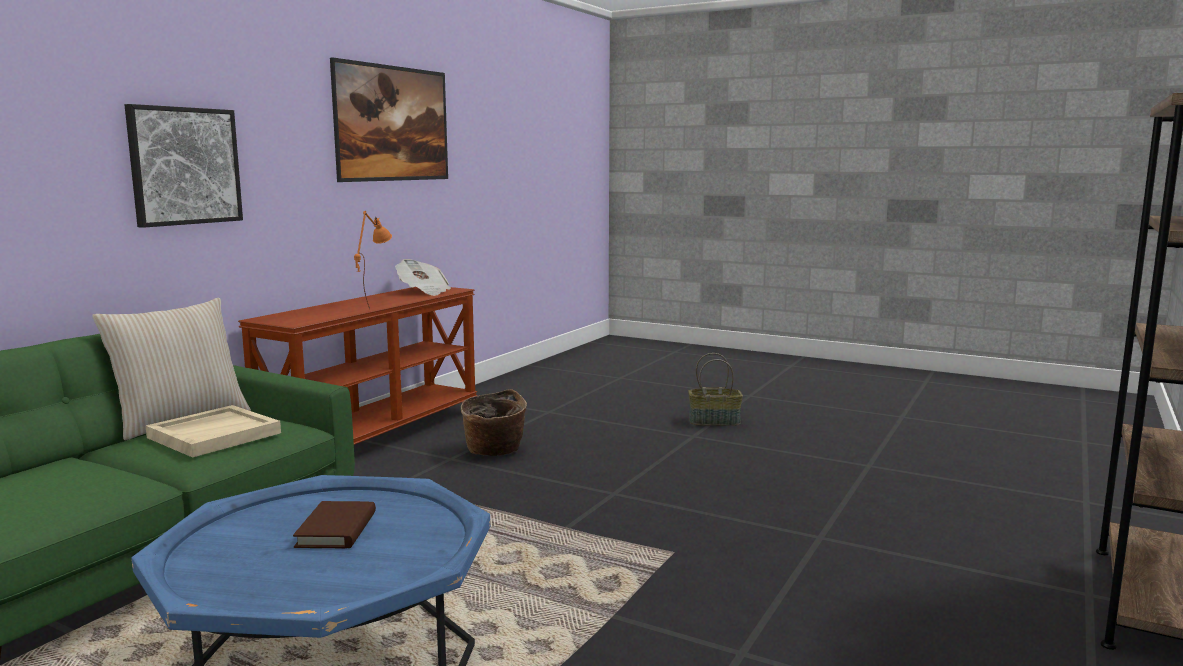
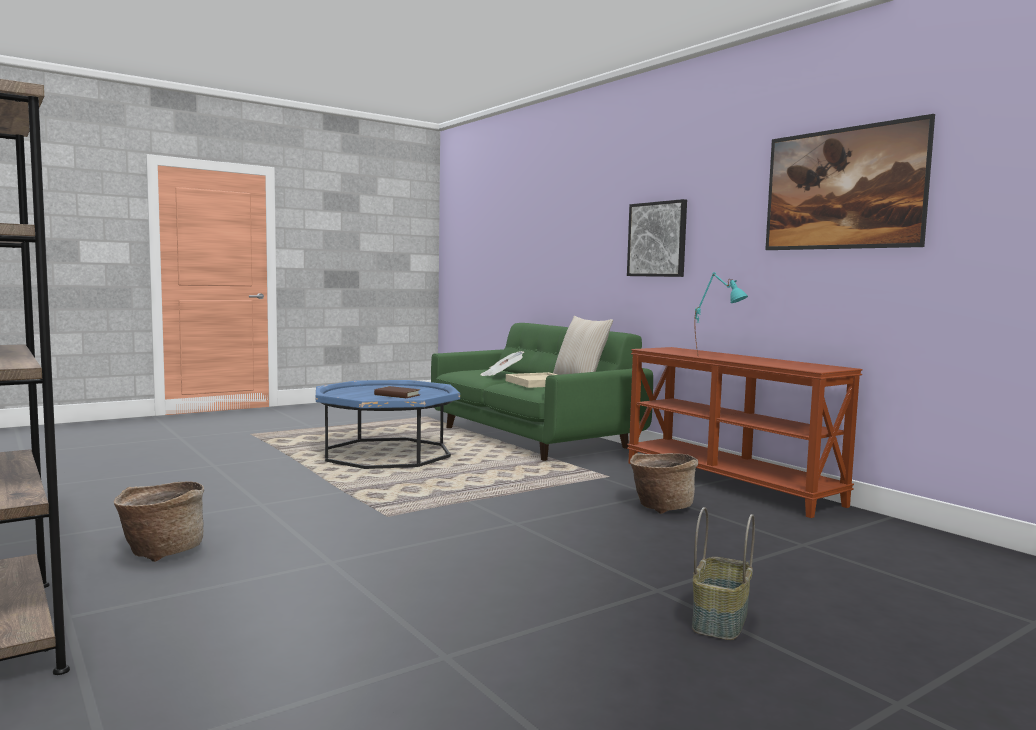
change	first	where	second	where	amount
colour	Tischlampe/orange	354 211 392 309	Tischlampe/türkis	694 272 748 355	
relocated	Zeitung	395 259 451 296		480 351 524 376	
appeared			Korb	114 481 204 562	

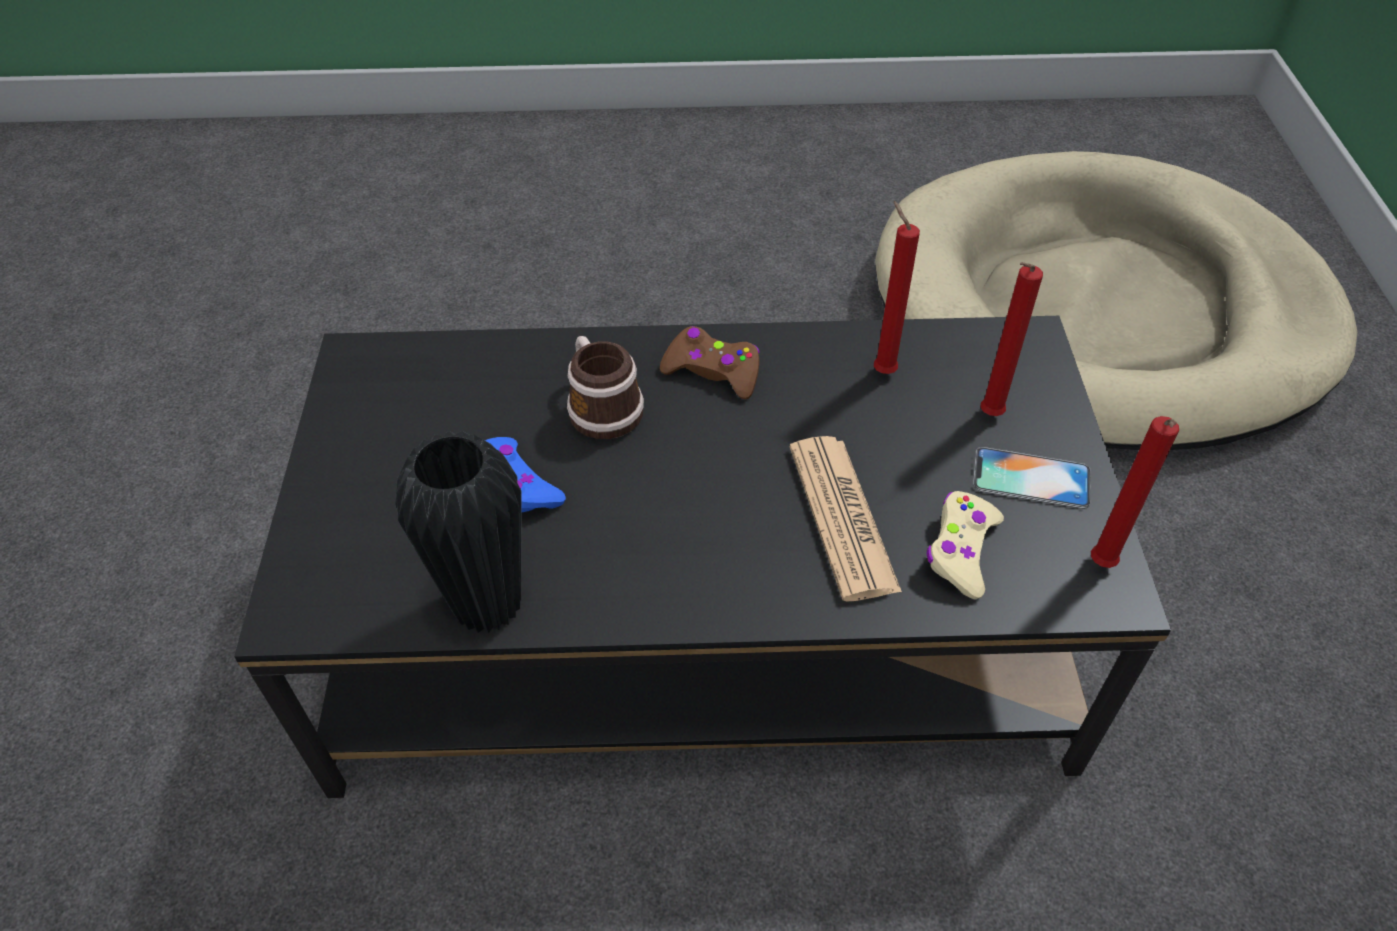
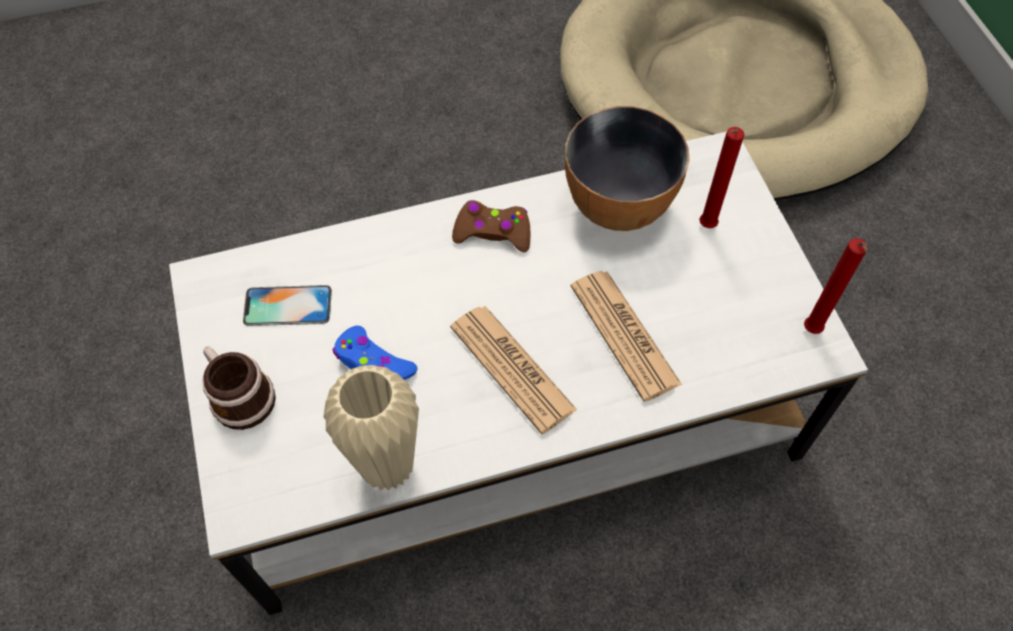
change	first	where	second	where	amount
colour	Couchtisch/schwarz	234 316 1171 798	Couchtisch/weiß	169 131 868 615	
colour	Vase/schwarz	395 431 522 633	Vase/beige	323 365 419 491	
relocated	Henkelbecher	567 336 644 439		202 346 276 430	
exchanged	Kerze/rot	874 201 920 374	Schüssel	565 106 690 231	
missing	Gamepad/beige	927 491 1004 599			
relocated	Handy	973 447 1091 509		243 285 332 326	
appeared			Zeitung	450 306 577 434	

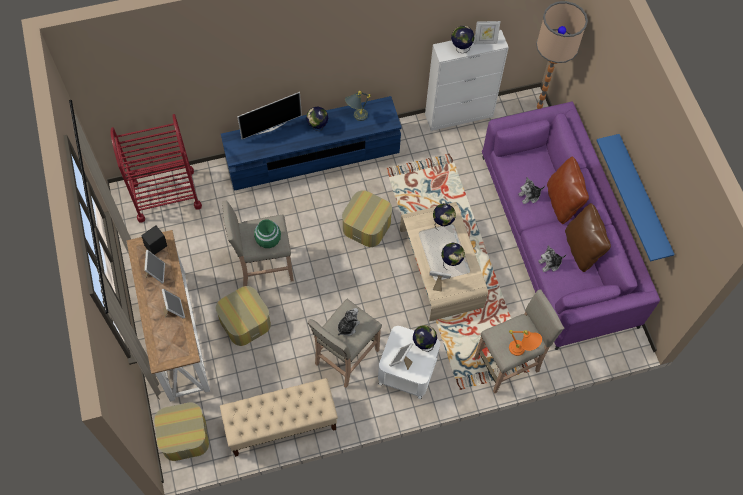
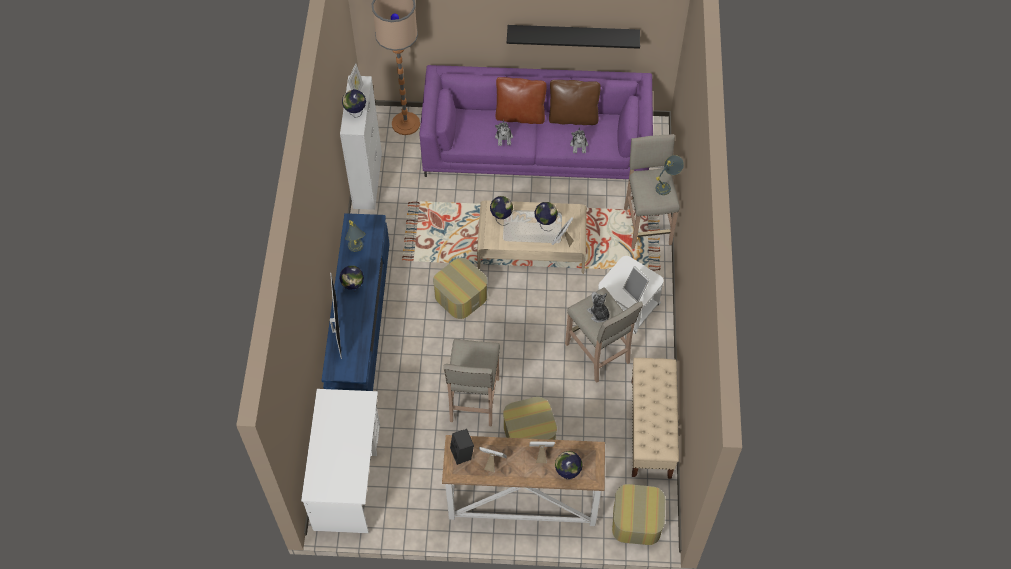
change	first	where	second	where	amount
exchanged	Rollwagen/rot	110 114 202 223	Schreibtisch/weiß	301 389 380 533	
missing	Vase/grün	254 219 281 248			
relocated	Globus	413 325 437 352		555 451 583 480	
colour	Tischlampe/orange	509 330 542 356	Tischlampe/grau	655 155 684 195	
colour	Wandregal/blau	596 134 675 261	Wandregal/schwarz	507 25 640 49	

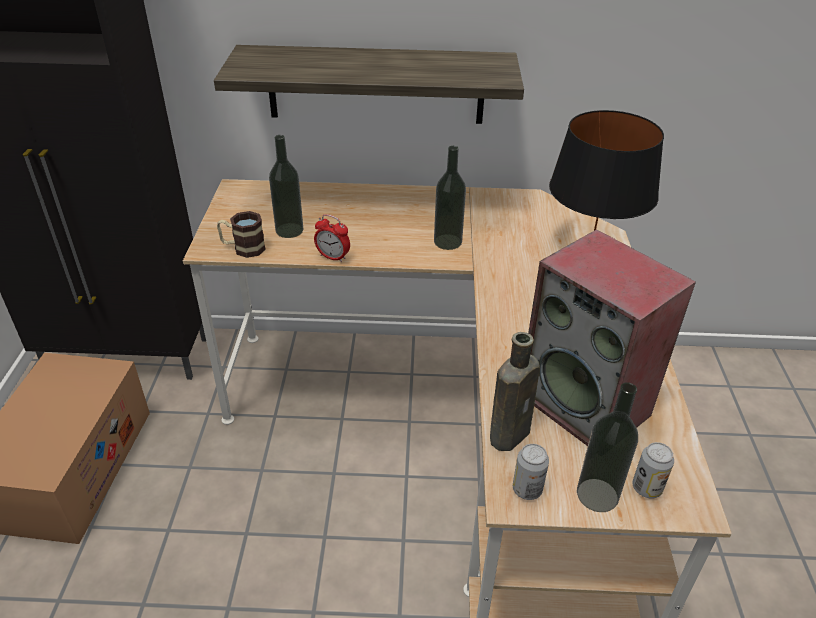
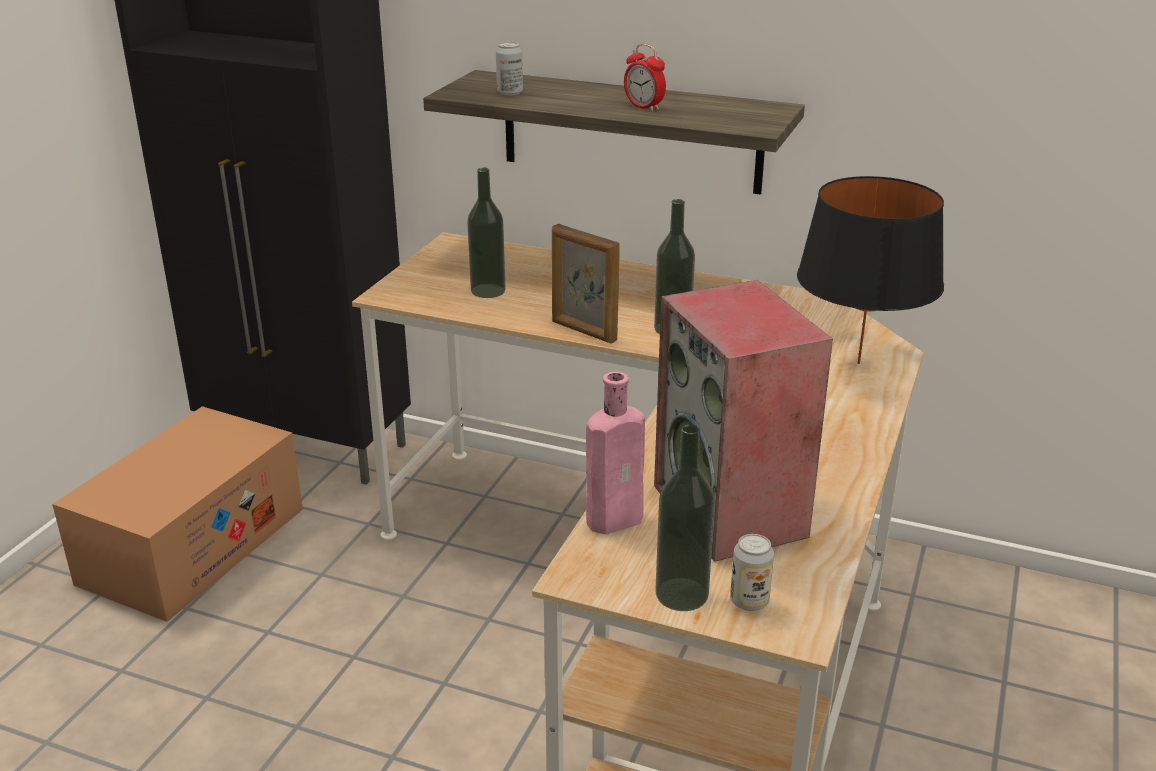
change	first	where	second	where	amount
missing	Henkelbecher	217 211 266 258			
relocated	Wecker	314 214 350 263		624 44 666 111	
colour	Flasche/braun	490 332 540 451	Flasche/rosa	586 372 645 534	
relocated	Dose	513 444 549 500		496 42 523 96	
appeared			Bilderrahmen	552 224 620 343	

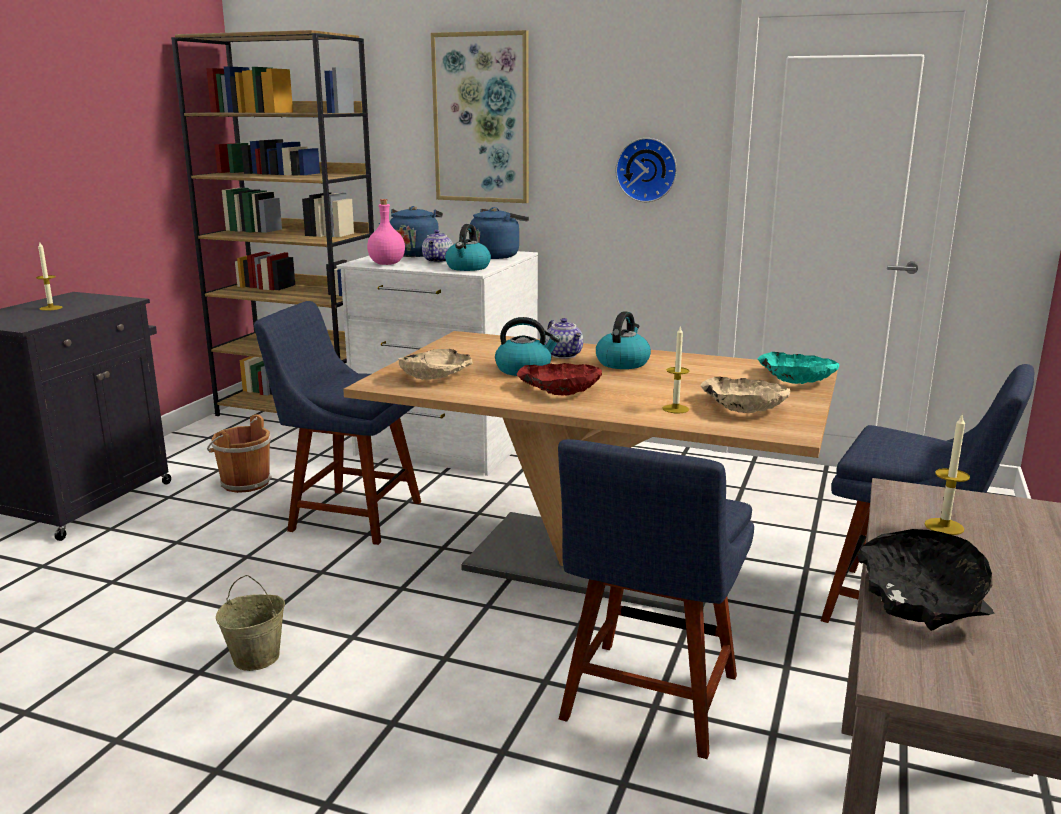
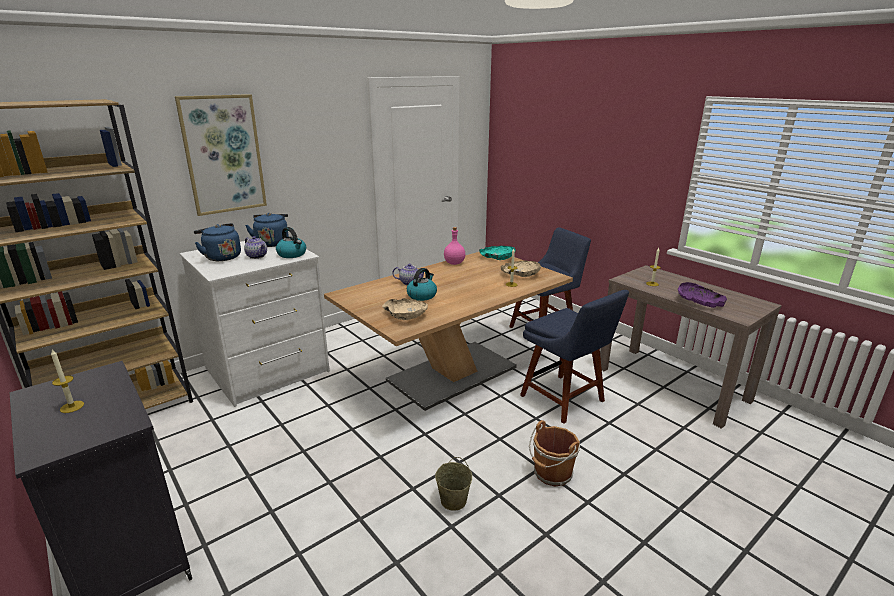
change	first	where	second	where	amount
relocated	Eimer/braun	207 414 272 493		529 420 580 486	
missing	Stuhl/blau	254 301 421 545			
relocated	Flasche/rosa	367 199 405 265		444 227 465 265	
missing	Schüssel/rot	517 363 602 396			
missing	Wasserkessel	596 311 651 369			
missing	Wanduhr	616 138 677 202			
colour	Schüssel/schwarz	858 529 995 631	Schüssel/lila	678 282 727 308	

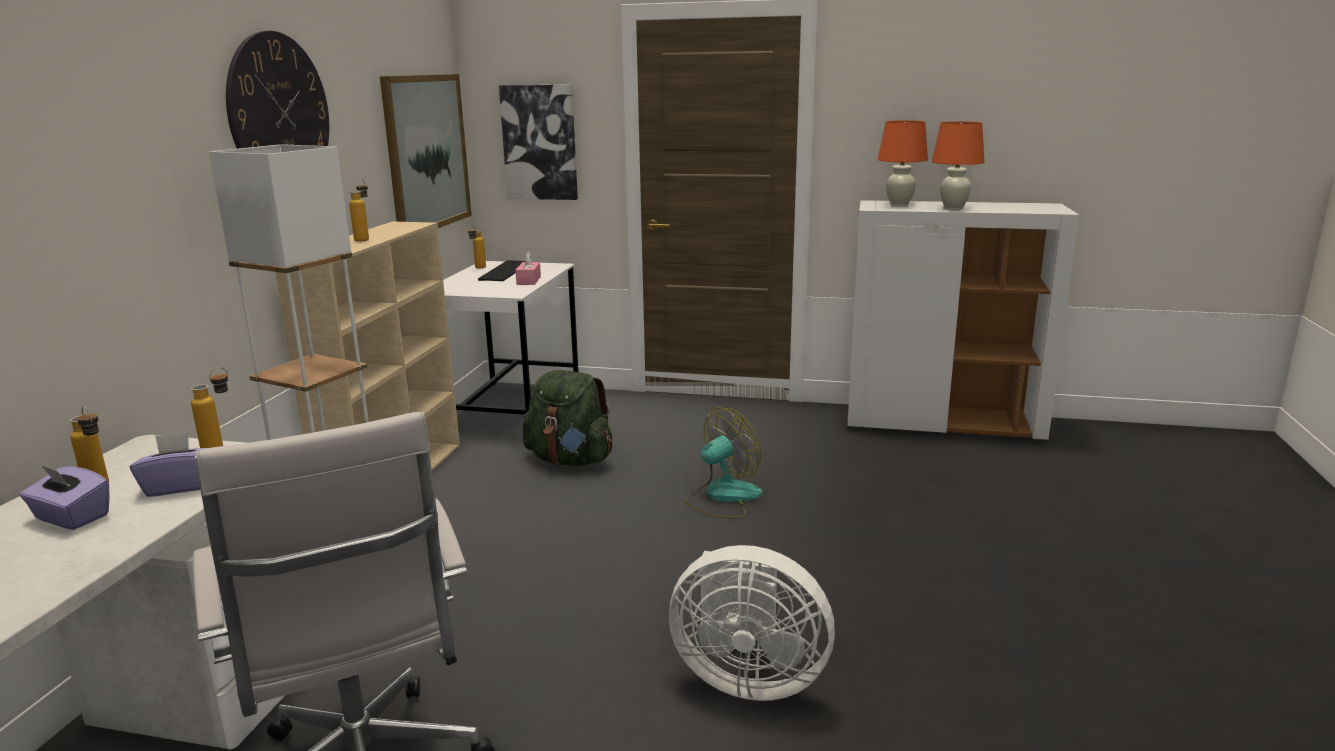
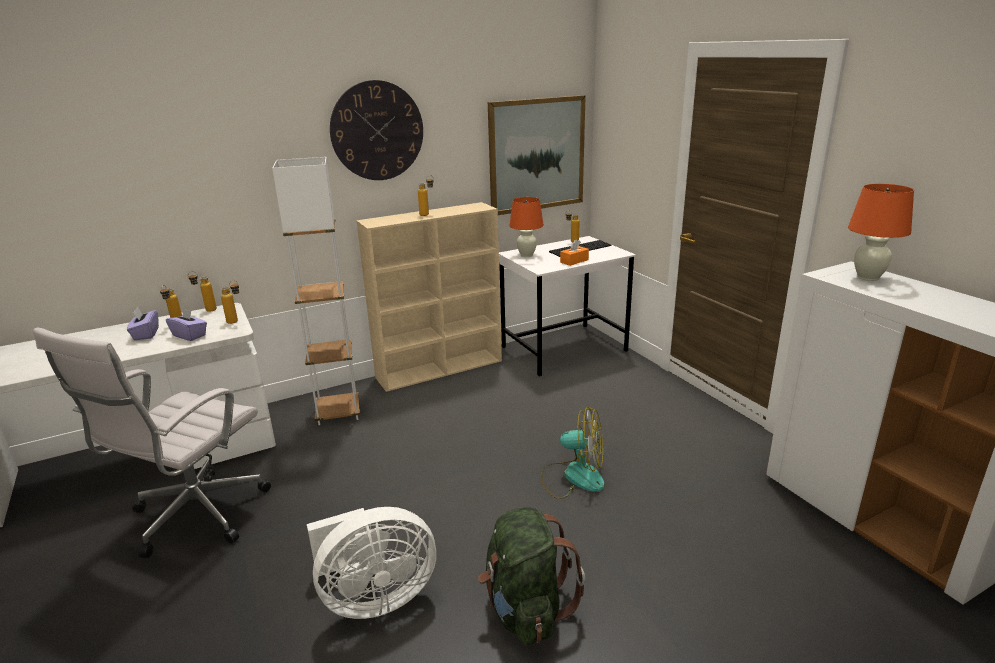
change	first	where	second	where	amount
missing	Bild	499 84 578 200			
colour	Taschentuchbox/rosa	515 251 541 285	Taschentuchbox/orange	560 239 589 266	
relocated	Rucksack/grün	523 370 612 466		478 507 585 645	
spun	Ventilator/weiß	669 545 835 701		307 507 436 619	90 degrees counterclockwise
relocated	Tischlampe/orange	932 121 984 210		509 197 544 257	
appeared			Flasche	188 271 217 312	

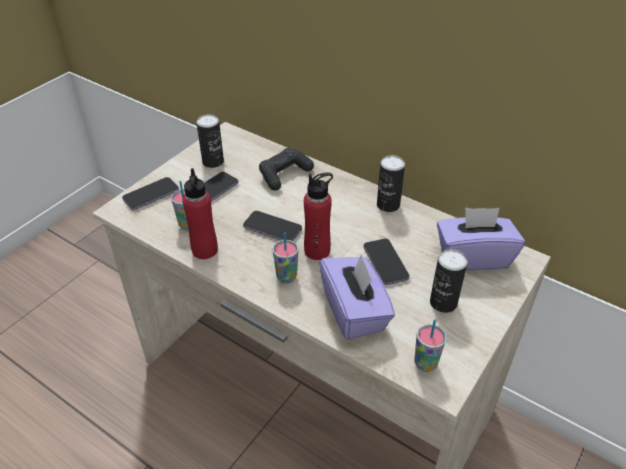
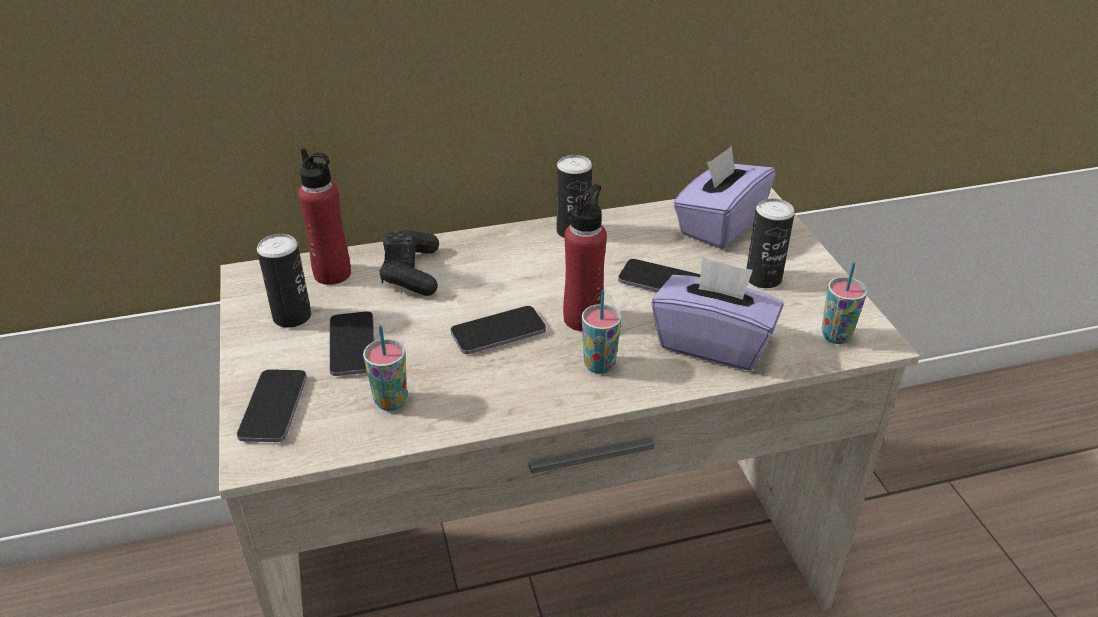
change	first	where	second	where	amount
relocated	Flasche/rot	182 168 218 259		298 148 351 285	

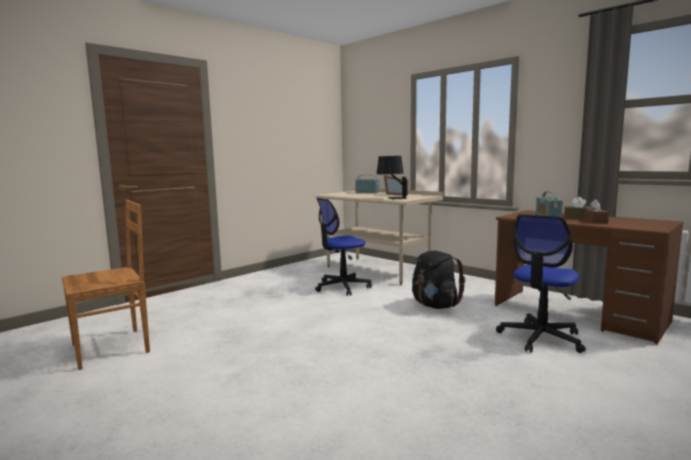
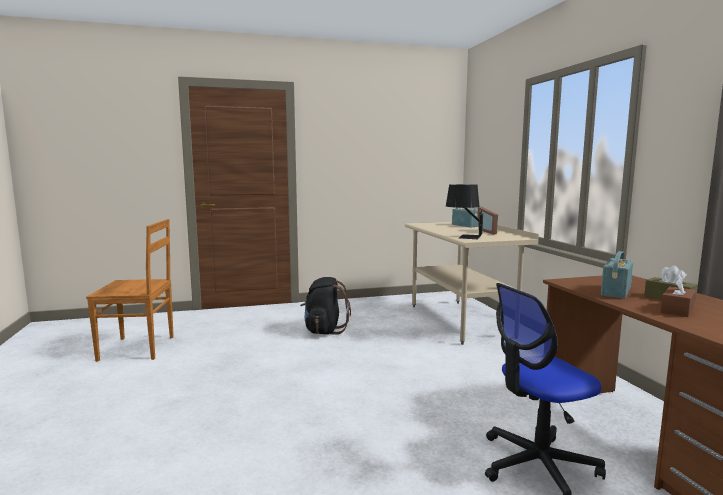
change	first	where	second	where	amount
missing	Bürostuhl	315 198 372 296			
relocated	Rucksack/schwarz	412 251 465 309		300 277 351 335	

